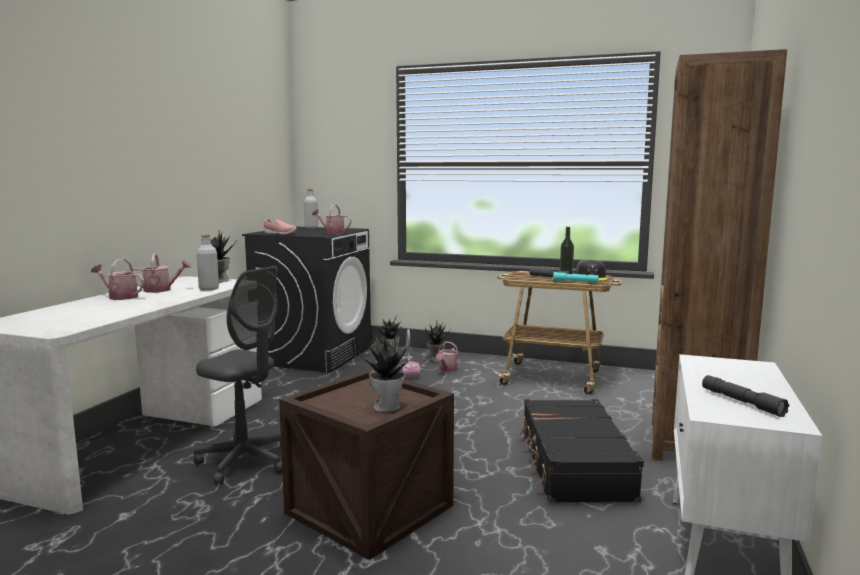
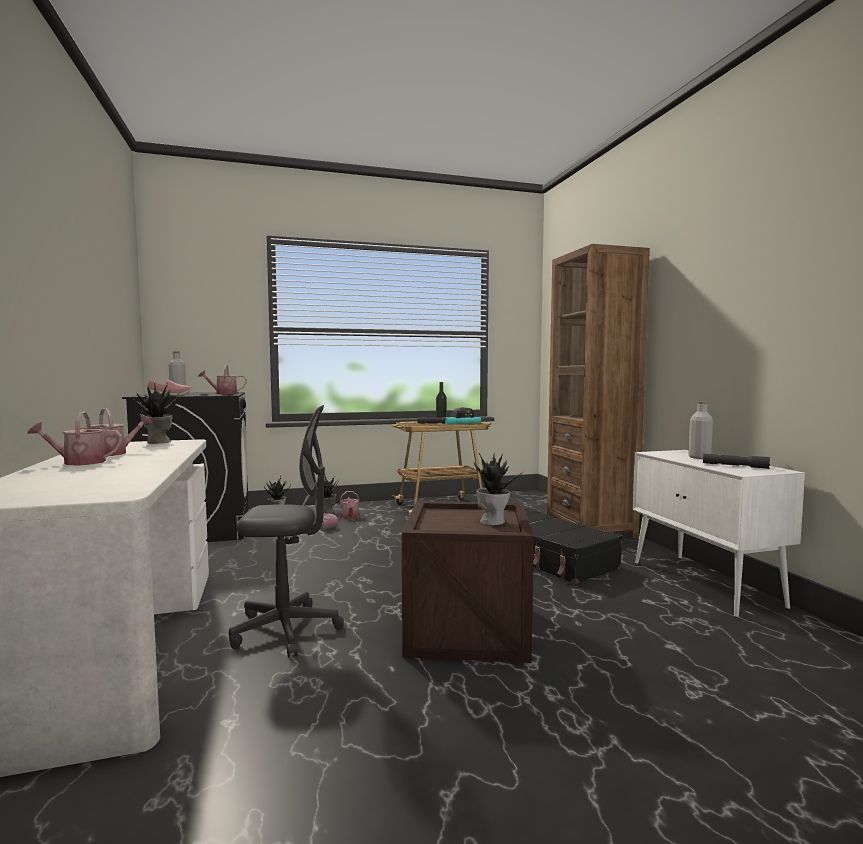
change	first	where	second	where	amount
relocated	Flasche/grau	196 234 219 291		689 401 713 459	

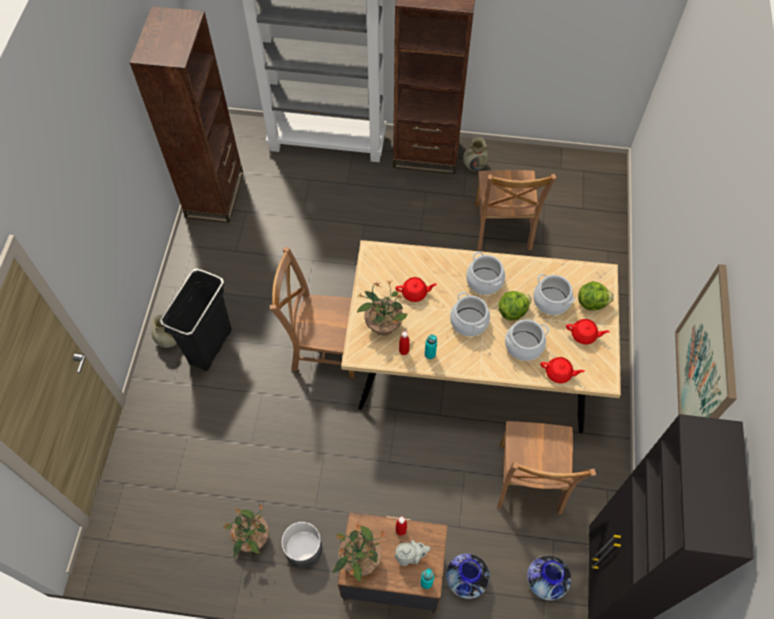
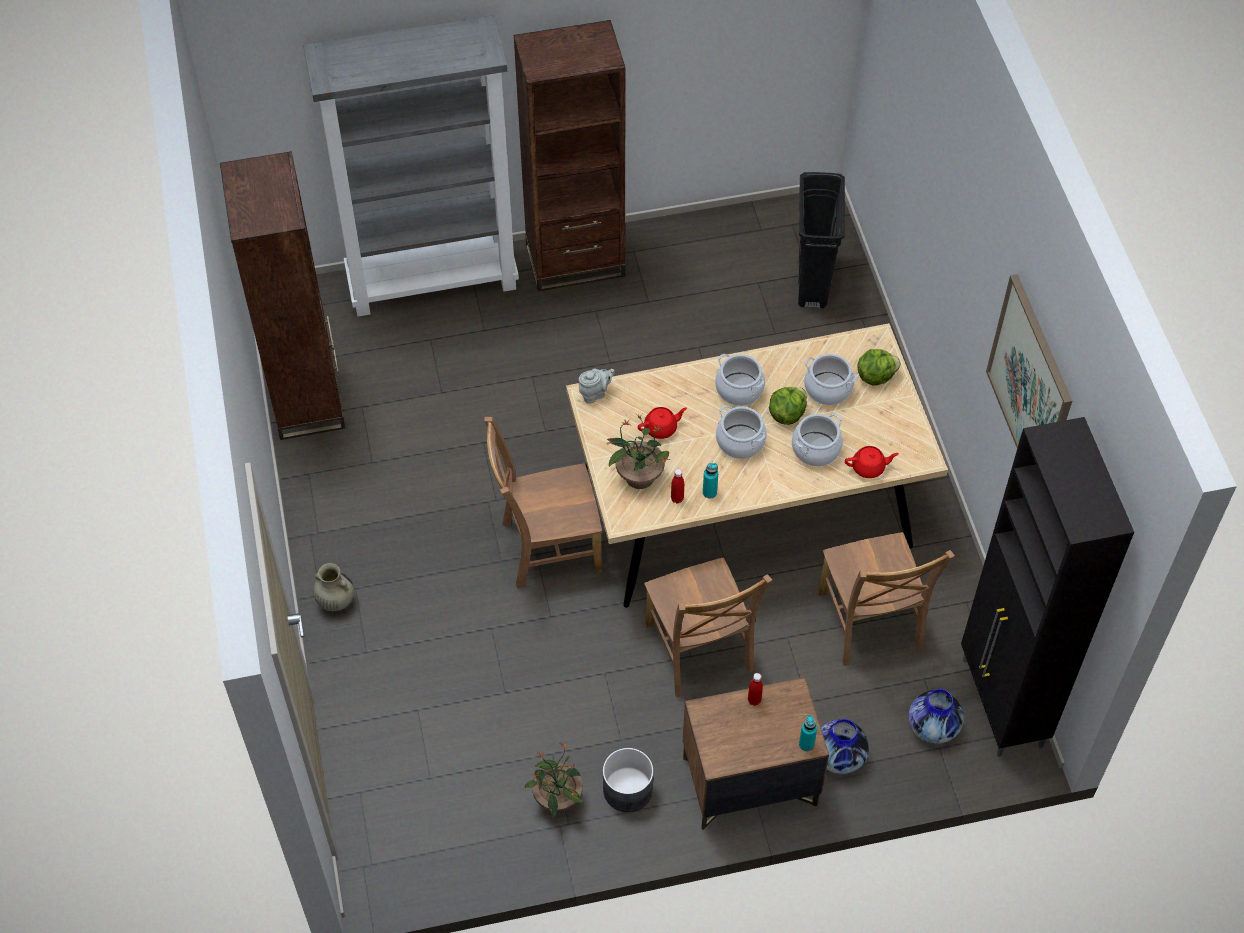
change	first	where	second	where	amount
relocated	Mülleimer/schwarz	159 268 232 371		798 172 845 308	
missing	Topfpflanze	332 524 386 582			
relocated	Teekanne/grau	395 540 431 566		579 369 615 404	
missing	Vase/beige	463 137 489 171			
relocated	Stuhl/braun	475 170 556 251		644 557 772 697	
missing	Teekanne/rot	566 319 610 344			

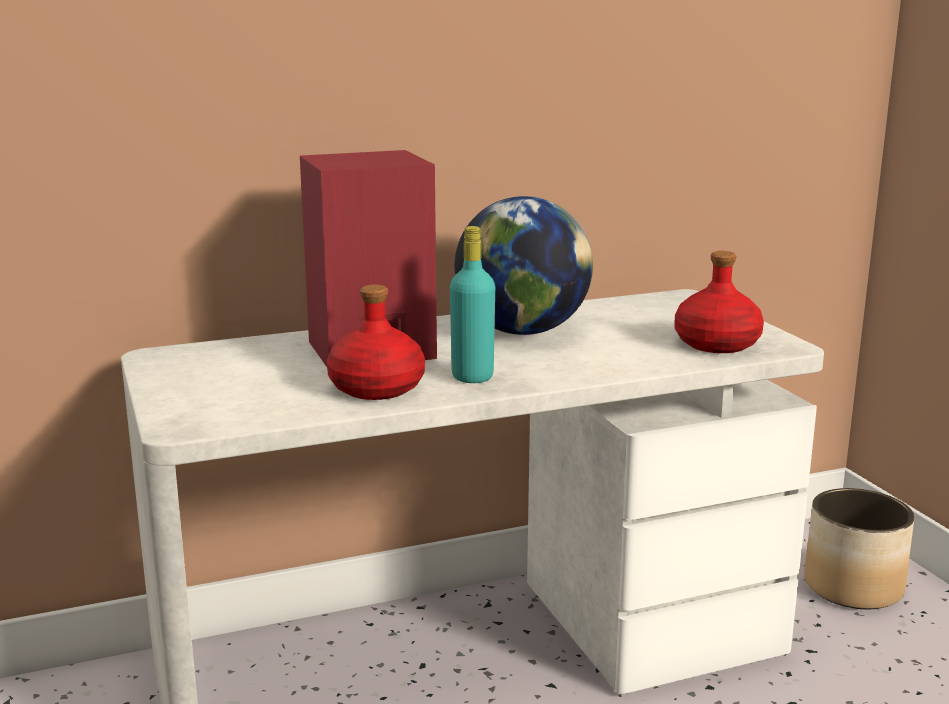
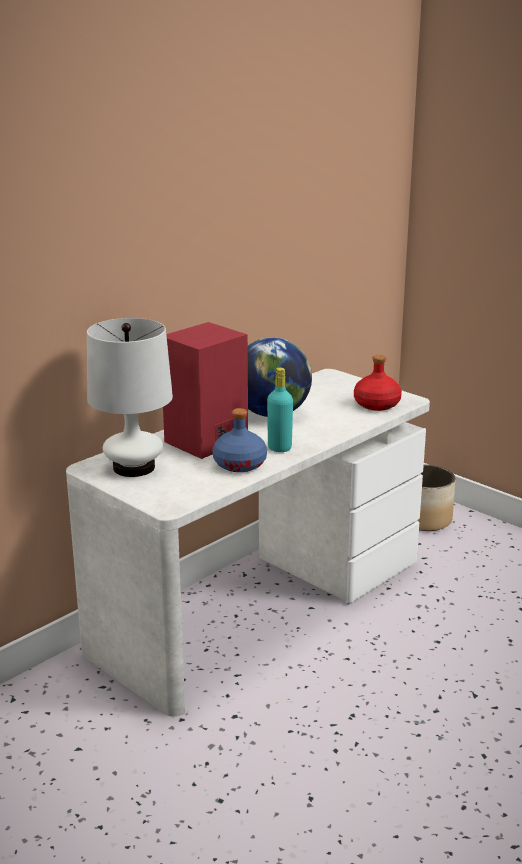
change	first	where	second	where	amount
colour	Flasche/rot	327 285 425 400	Flasche/blau	213 408 267 472	
appeared			Tischlampe/weiß	87 318 173 477	

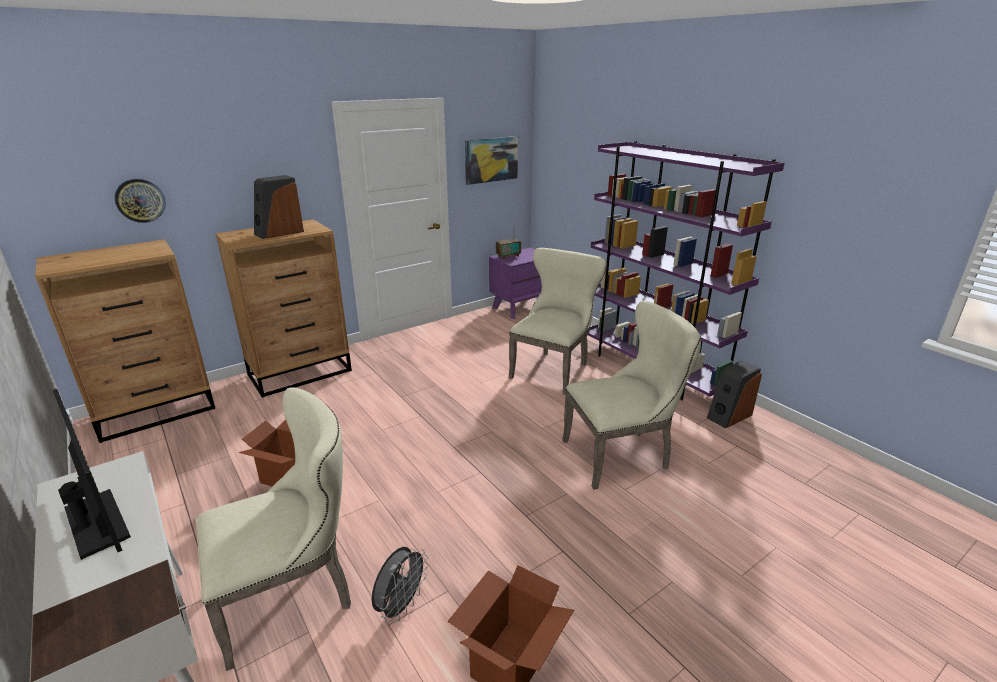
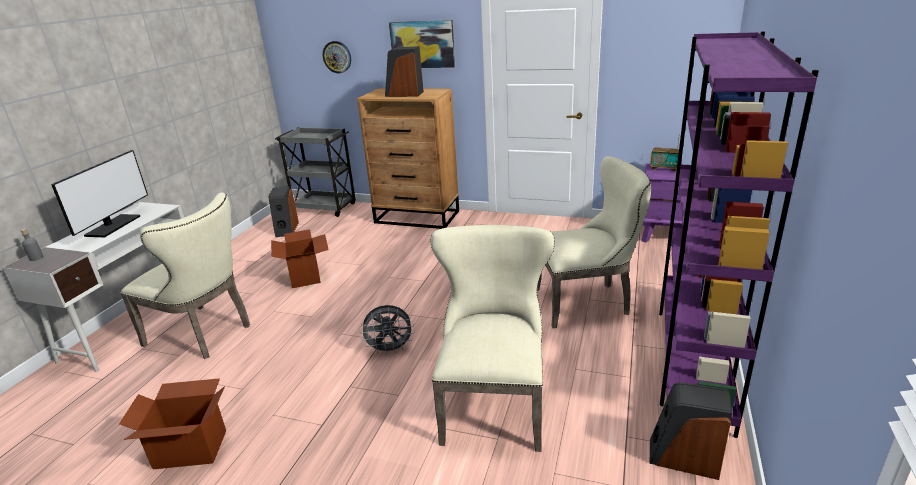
change	first	where	second	where	amount
exchanged	Kommode/braun	35 239 215 443	Rollwagen/grau	275 127 356 217	
relocated	Ventilator/grau	371 547 428 623		359 305 415 355	
relocated	Bild	465 136 518 185		389 20 455 68	
spun	Stuhl/beige	562 301 701 489		431 225 555 452	120 degrees counterclockwise
appeared			Flasche/grau	20 229 43 261	
appeared			Lautsprecher	269 186 299 237	

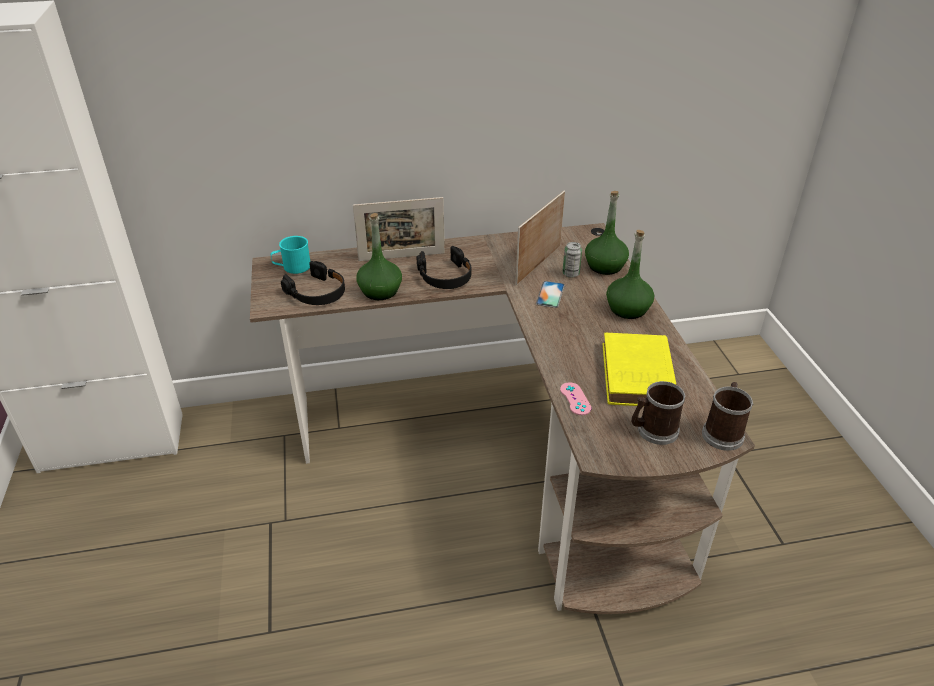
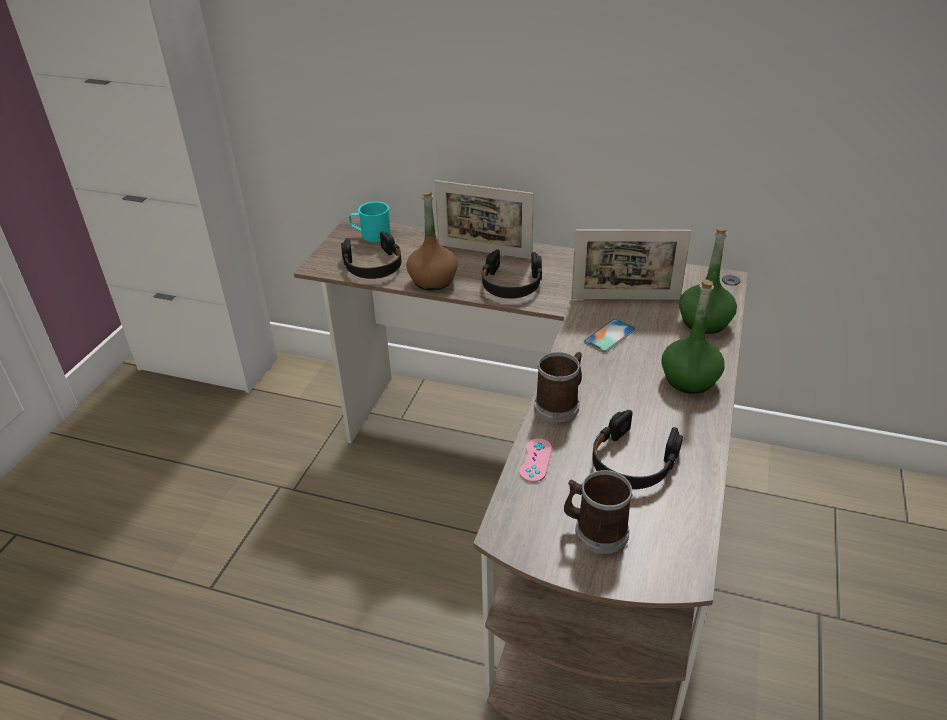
change	first	where	second	where	amount
colour	Flasche/grün	356 213 402 300	Flasche/braun	406 191 458 291	
spun	Bilderrahmen	516 191 565 285		571 229 691 300	150 degrees counterclockwise
missing	Dose	562 242 582 278			
exchanged	Buch/gelb	602 333 676 406	Kopfhörer/schwarz	592 410 683 489	
relocated	Henkelbecher	702 382 753 451		534 352 582 423	

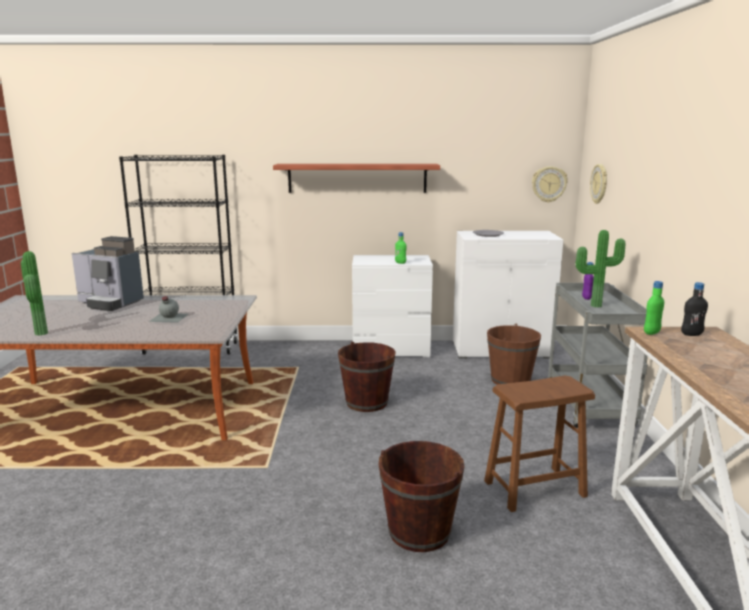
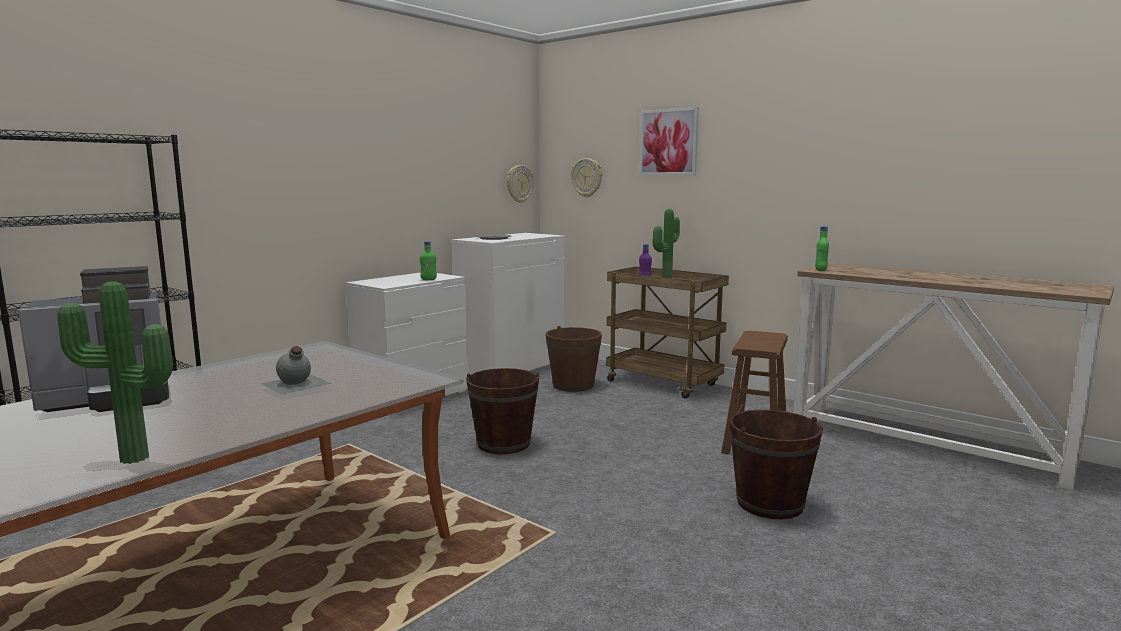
change	first	where	second	where	amount
missing	Wandregal	273 164 440 193			
colour	Rollwagen/grau	548 283 648 428	Rollwagen/braun	606 266 729 398	
missing	Flasche/schwarz	681 282 708 336			
appeared			Bild	639 107 699 175	

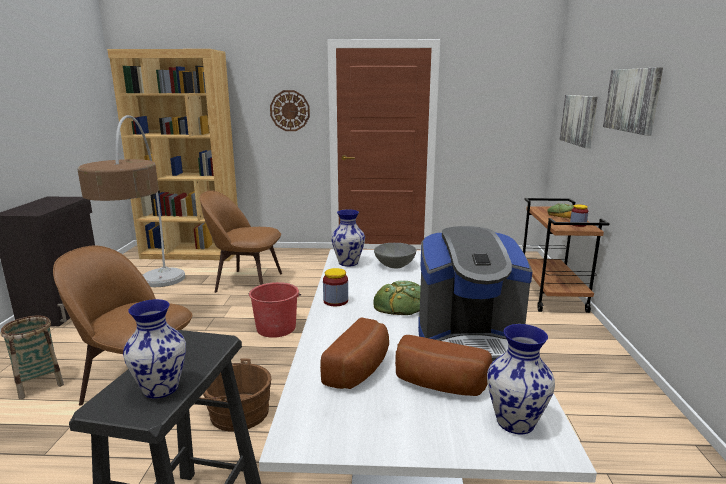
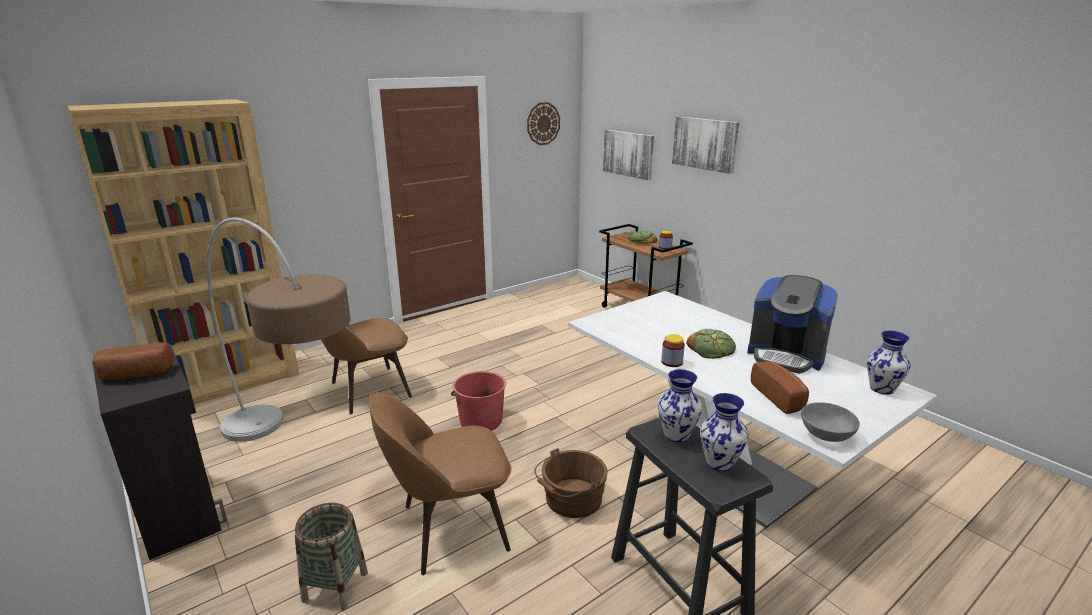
change	first	where	second	where	amount
relocated	Wanduhr	270 90 310 131		527 102 560 145	
relocated	Vase	331 209 365 267		658 369 702 442	
relocated	Schüssel/grau	374 243 416 268		801 402 860 442	
relocated	Brot	395 335 492 396		93 342 174 380	
spun	Kaffeemaschine	418 226 532 362		747 275 838 374	75 degrees clockwise

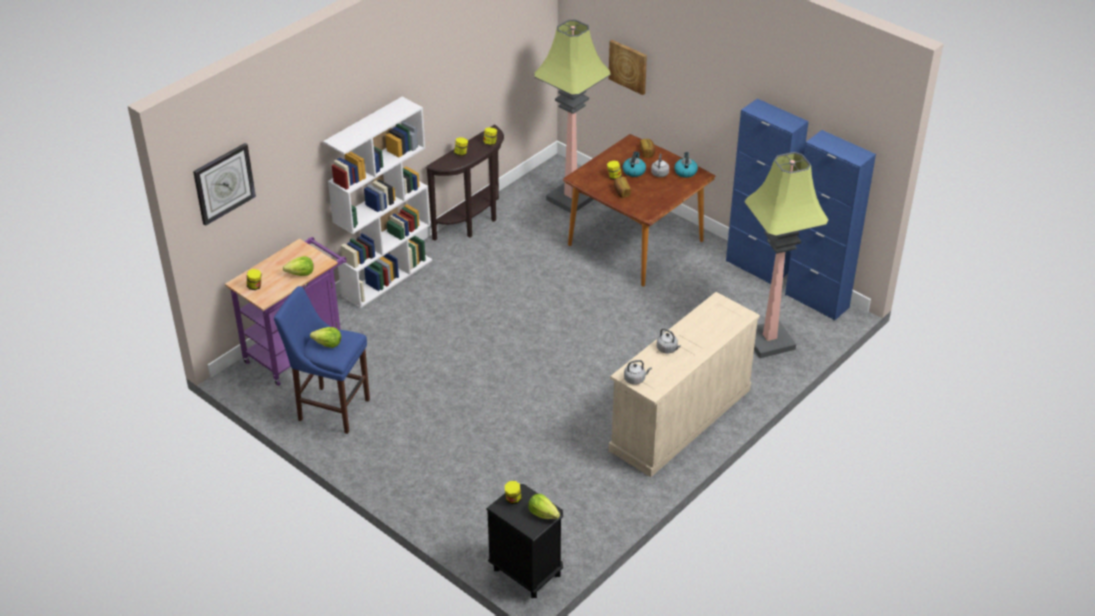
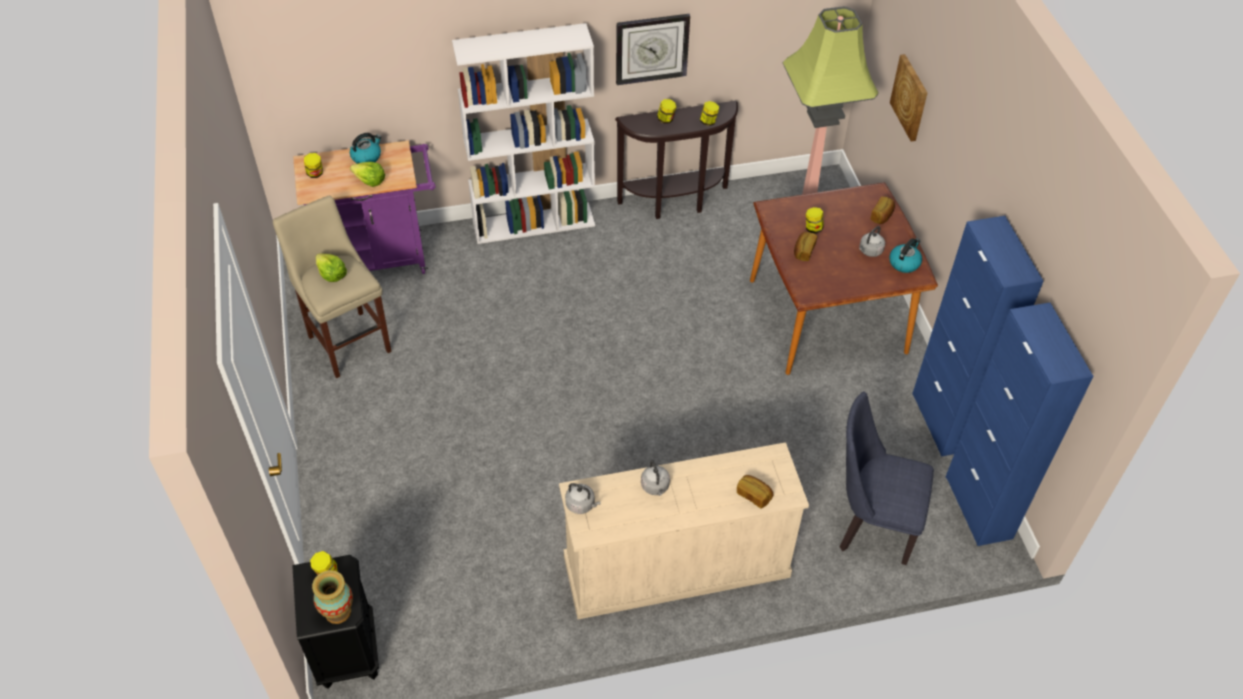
change	first	where	second	where	amount
relocated	Wanduhr	193 143 256 226		616 14 690 85	
colour	Hocker/blau	274 286 370 434	Hocker/beige	273 196 391 378	
exchanged	Salatkopf	529 494 560 519	Vase	312 570 353 624	
relocated	Wasserkessel	623 151 646 177		350 133 382 163	
exchanged	Stehlampe	744 152 829 358	Stuhl/blau	839 391 934 565	
appeared			Brot	737 475 773 509	

